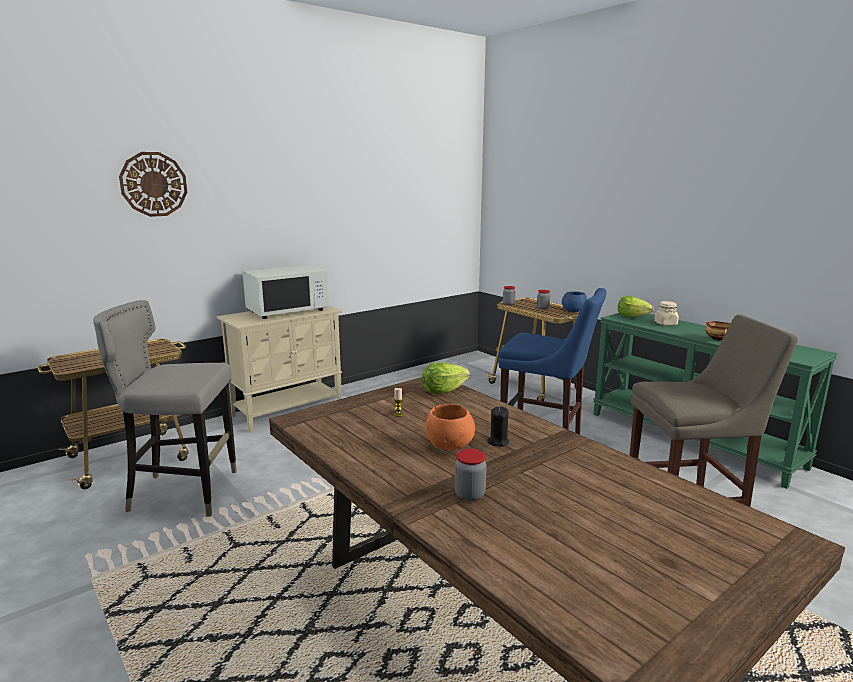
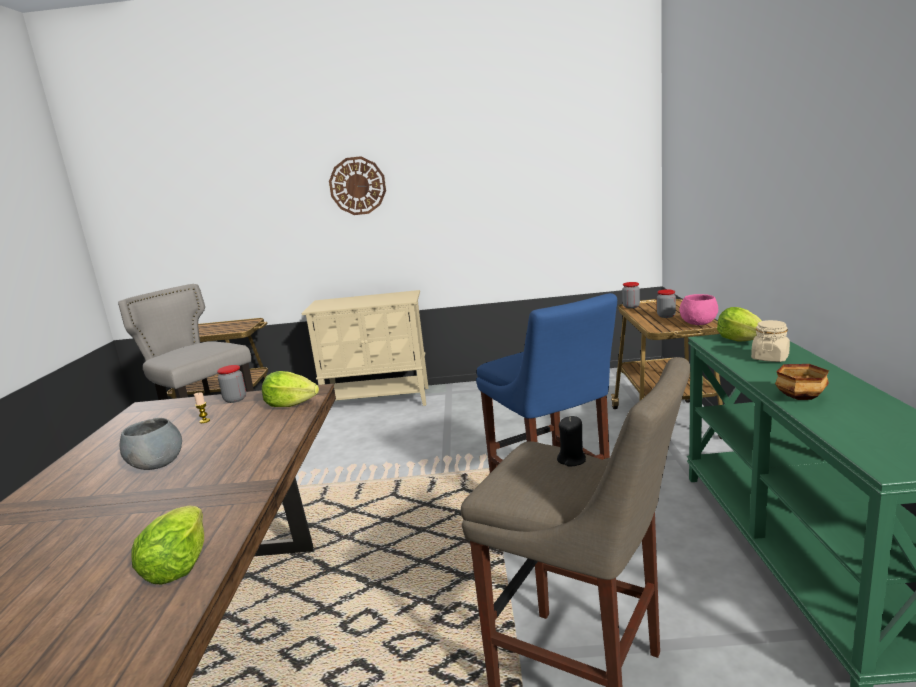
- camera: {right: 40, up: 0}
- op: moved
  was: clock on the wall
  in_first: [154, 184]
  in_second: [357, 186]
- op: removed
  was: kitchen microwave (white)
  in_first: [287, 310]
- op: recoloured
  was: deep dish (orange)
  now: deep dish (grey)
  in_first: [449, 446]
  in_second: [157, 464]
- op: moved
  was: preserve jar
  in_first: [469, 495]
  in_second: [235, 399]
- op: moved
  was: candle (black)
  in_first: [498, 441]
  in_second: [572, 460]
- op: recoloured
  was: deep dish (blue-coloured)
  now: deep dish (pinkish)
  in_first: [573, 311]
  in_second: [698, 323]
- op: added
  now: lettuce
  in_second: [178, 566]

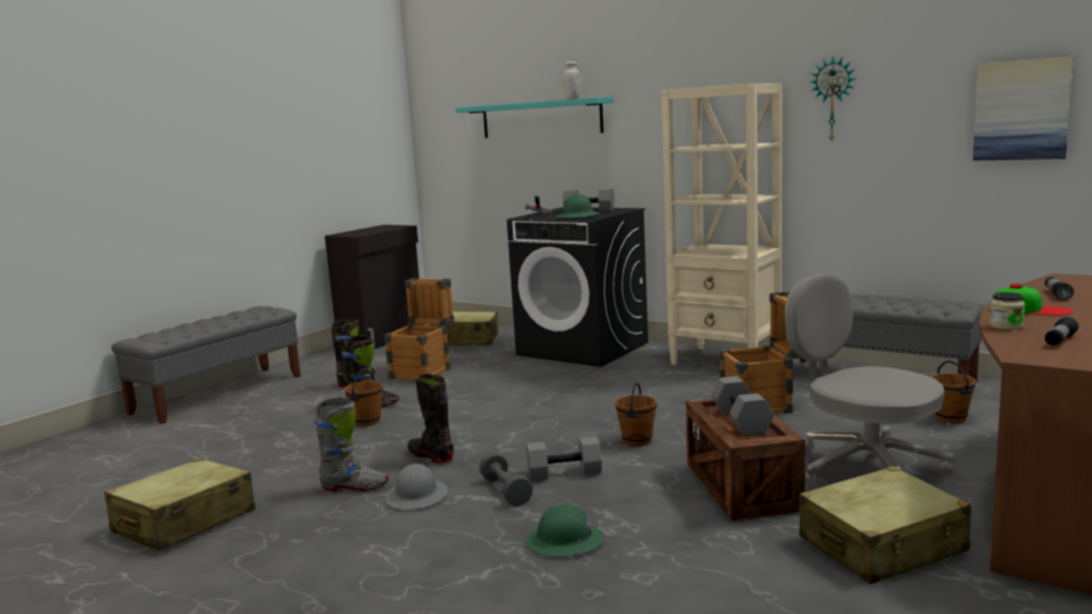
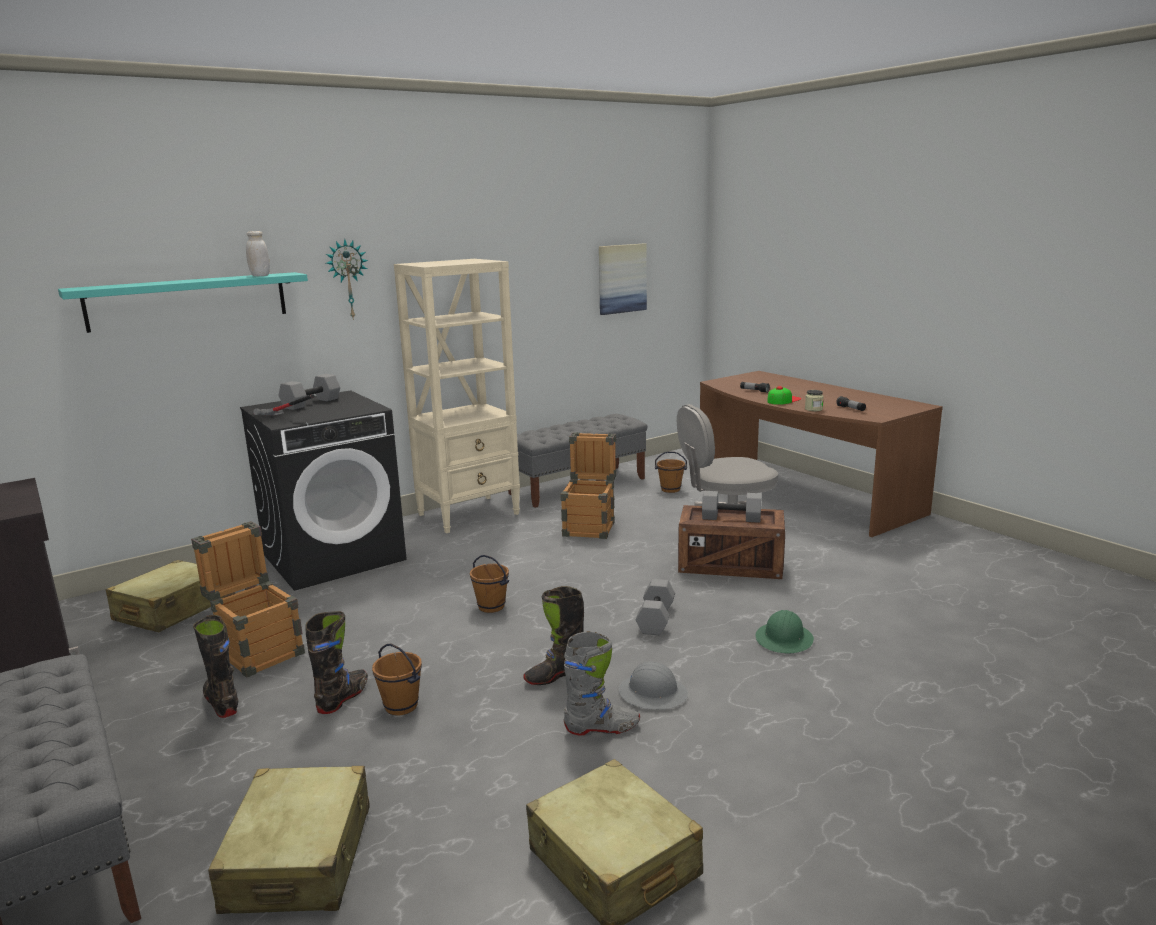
- camera: {right: -70, up: 5}
- op: turned
  was: boot (grey)
  in_first: [354, 487]
  in_second: [602, 728]
  clockwise: 60
- op: removed
  was: dumbbell (grey)
  in_first: [506, 491]
- op: removed
  was: safety helmet (greenish)
  in_first: [578, 216]
- op: moved
  was: water bucket (brownish)
  in_first: [638, 441]
  in_second: [492, 606]
- op: moved
  was: suitcase (beige)
  in_first: [882, 545]
  in_second: [300, 858]
- op: moved
  was: clock on the wall
  in_first: [833, 99]
  in_second: [347, 279]

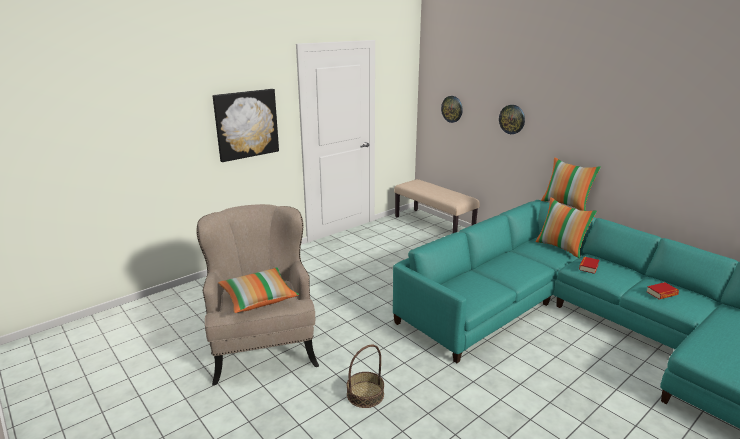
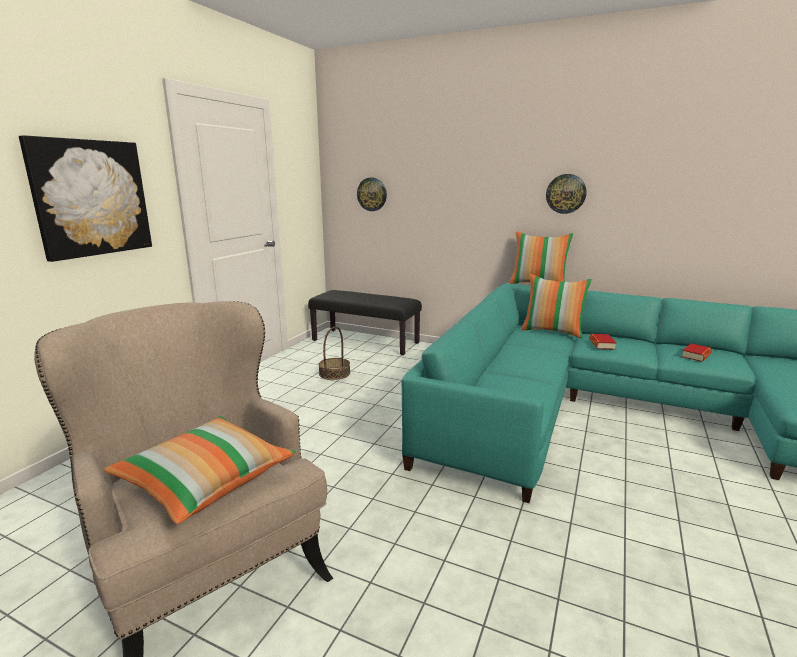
- camera: {right: -25, up: -5}
- op: moved
  was: storage basket
  in_first: [365, 394]
  in_second: [334, 373]
- op: recoloured
  was: bench (beige)
  now: bench (black)
  in_first: [434, 225]
  in_second: [366, 341]
- op: moved
  was: clock on the wall
  in_first: [512, 119]
  in_second: [566, 193]

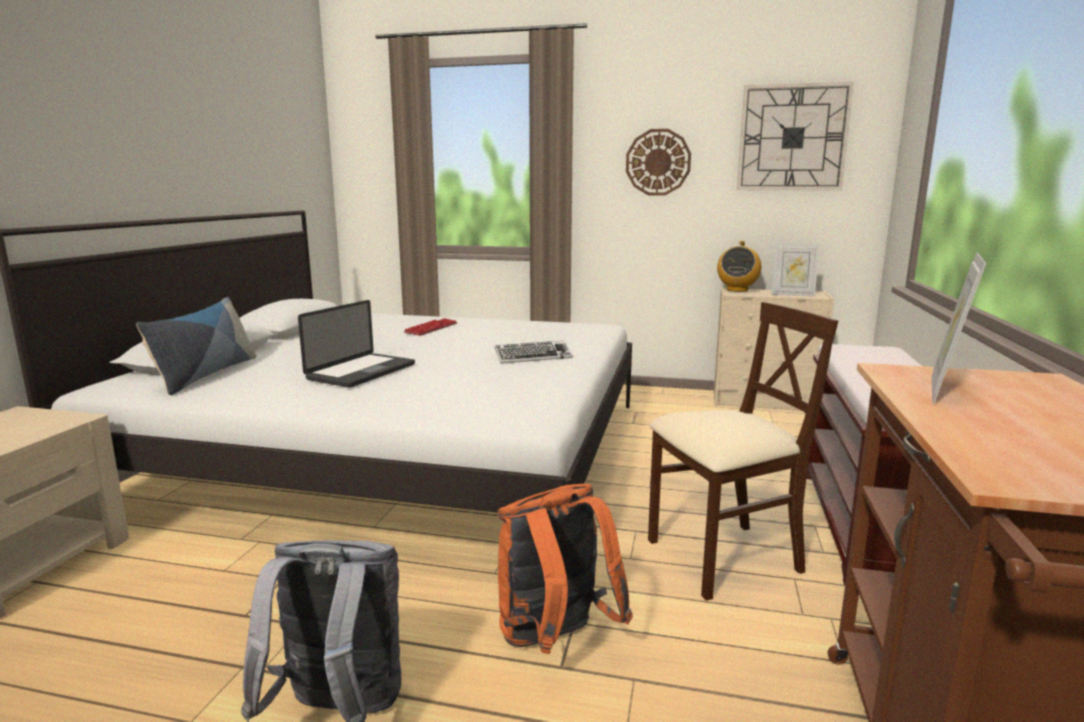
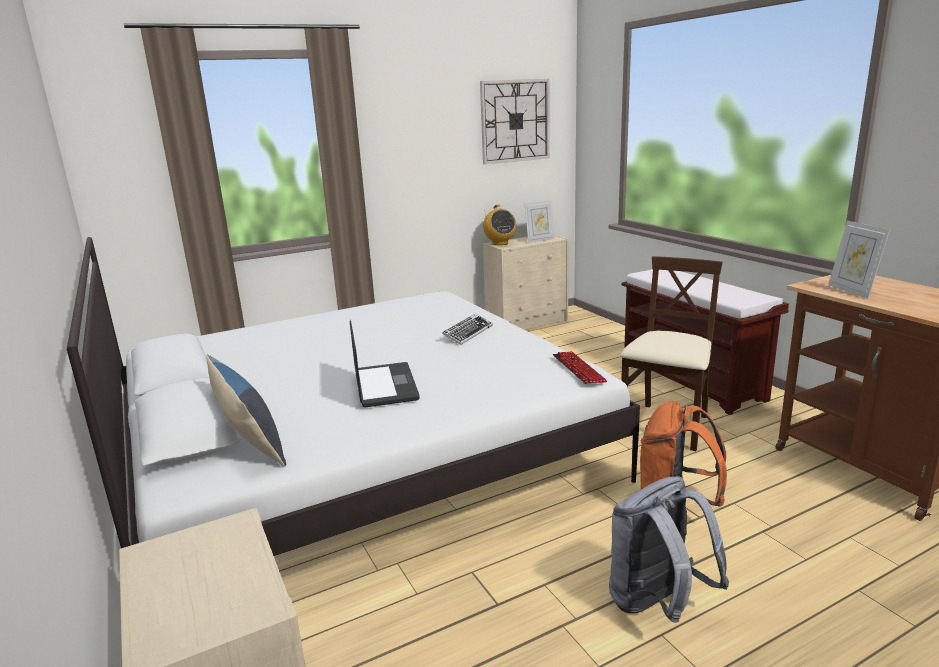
- camera: {right: -40, up: 5}
- op: moved
  was: PC keyboard
  in_first: [431, 328]
  in_second: [578, 369]
- op: removed
  was: clock on the wall
  in_first: [658, 162]

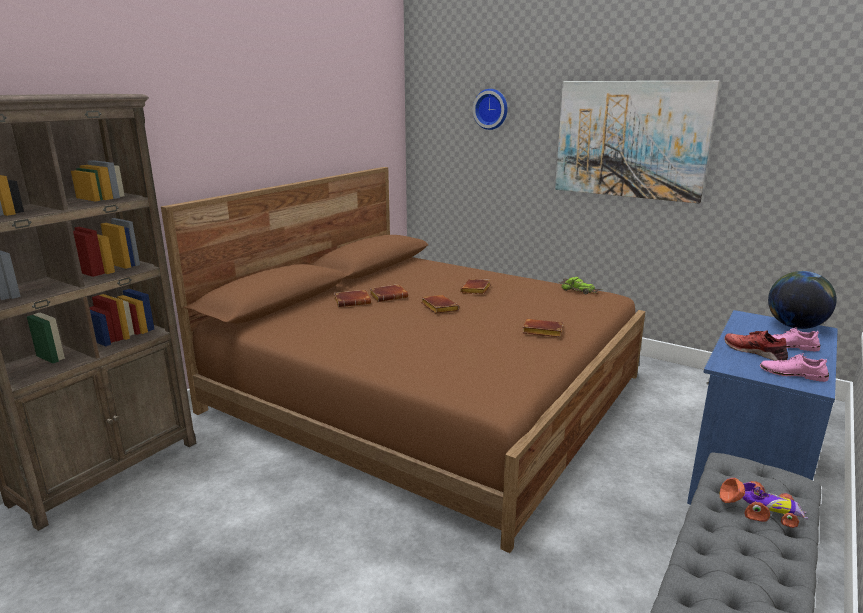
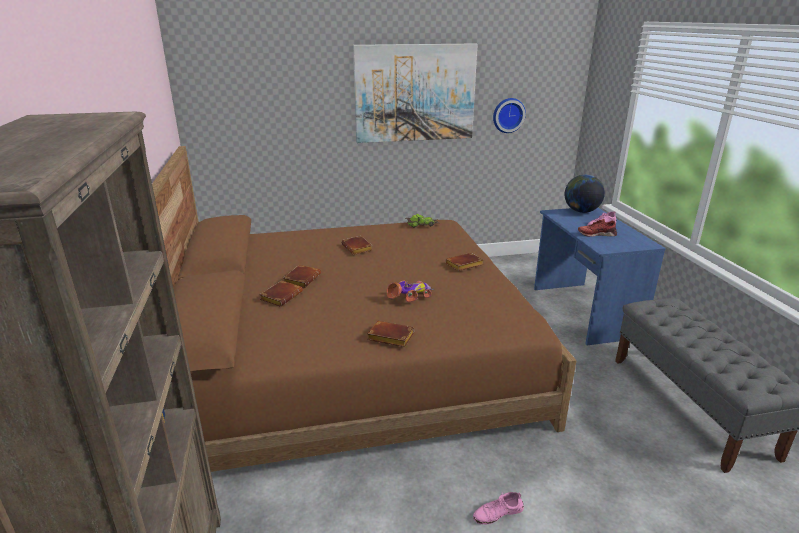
- camera: {right: -45, up: 5}
- op: moved
  was: volume (brownish)
  in_first: [438, 307]
  in_second: [389, 338]
- op: moved
  was: clock on the wall
  in_first: [491, 109]
  in_second: [508, 115]
- op: moved
  was: toy car
  in_first: [761, 510]
  in_second: [410, 295]
- op: moved
  was: shoe (pinkish)
  in_first: [792, 374]
  in_second: [497, 513]

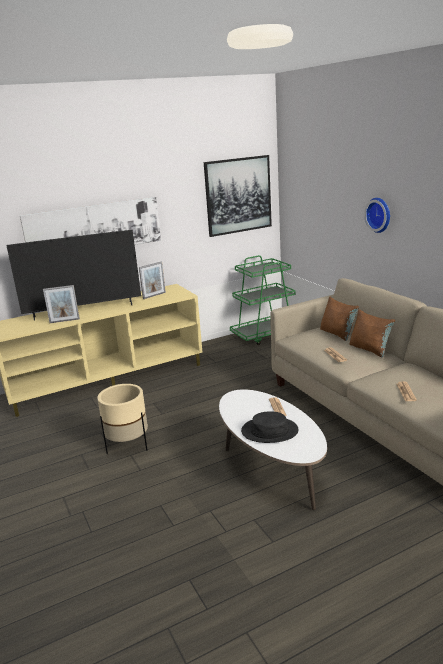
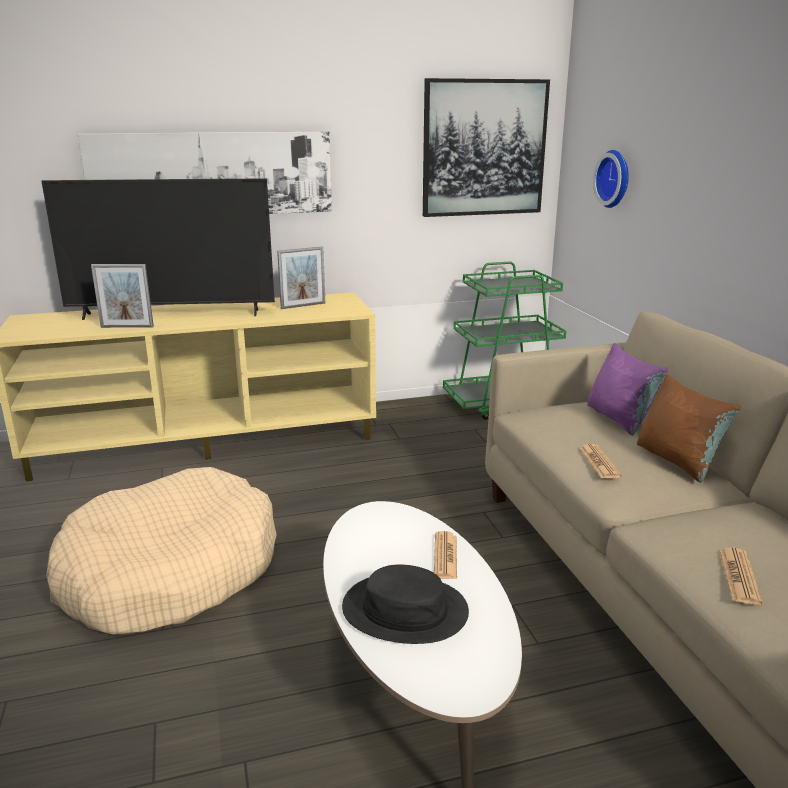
- camera: {right: 10, up: 0}
- op: replaced
  was: planter (beige)
  now: dog bed (beige)
  in_first: [128, 445]
  in_second: [170, 572]
- op: recoloured
  was: pillow (brownish)
  now: pillow (purple)
  in_first: [337, 334]
  in_second: [619, 419]
- op: moved
  was: clock on the wall
  in_first: [379, 214]
  in_second: [615, 179]

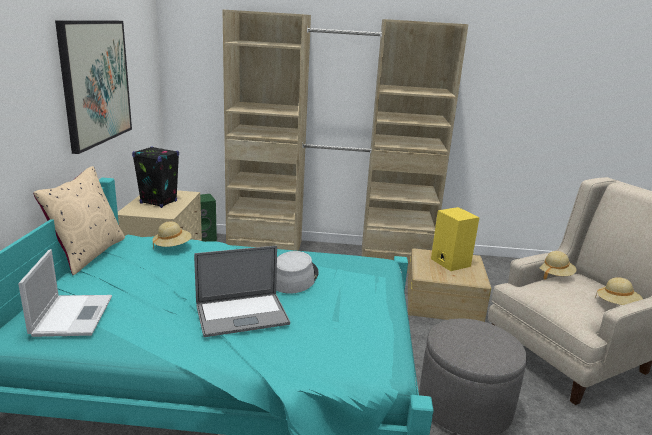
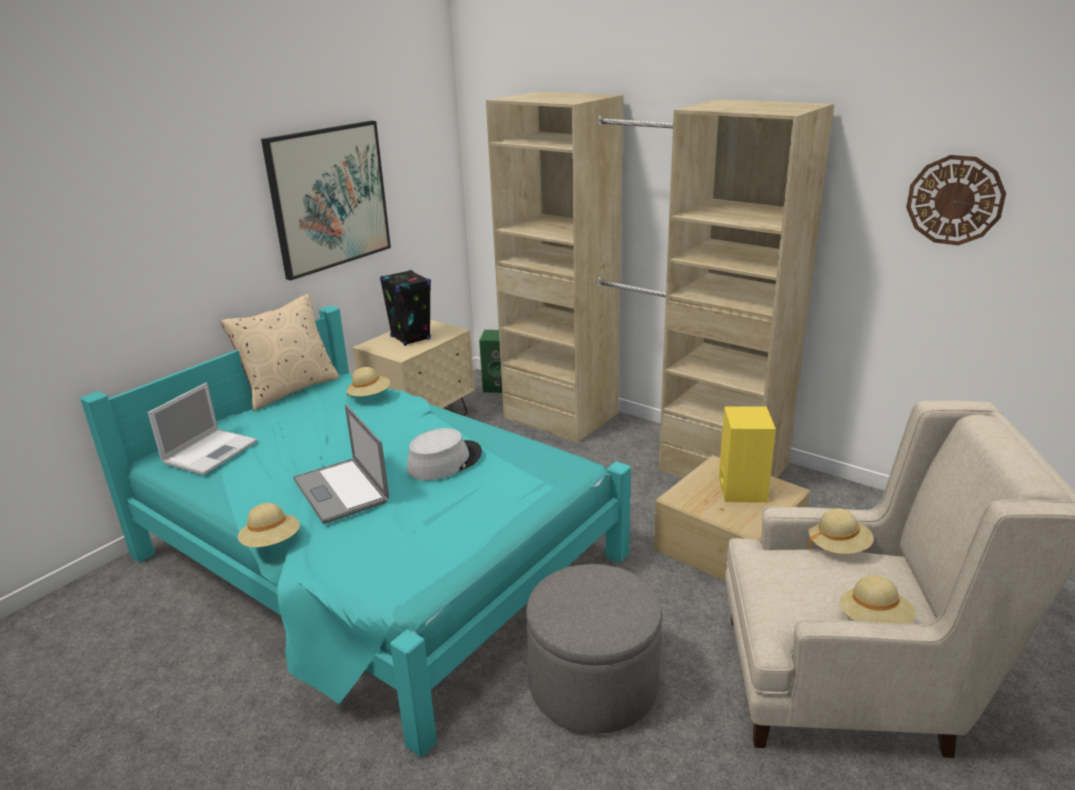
- camera: {right: 35, up: 5}
- op: turned
  was: laptop
  in_first: [242, 315]
  in_second: [340, 490]
  clockwise: 45
- op: added
  now: hat (beige)
  in_second: [272, 542]
- op: added
  now: clock on the wall
  in_second: [954, 200]

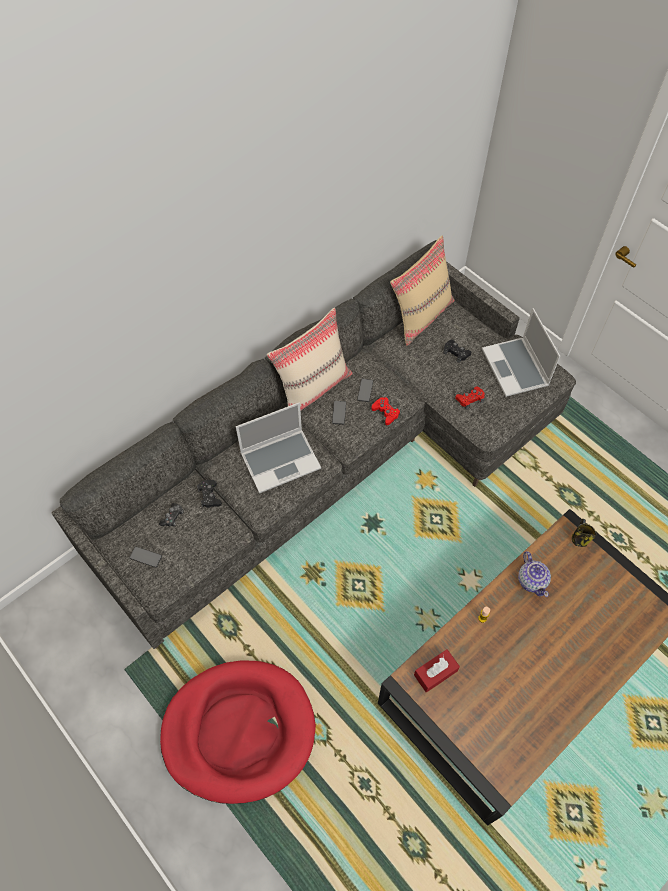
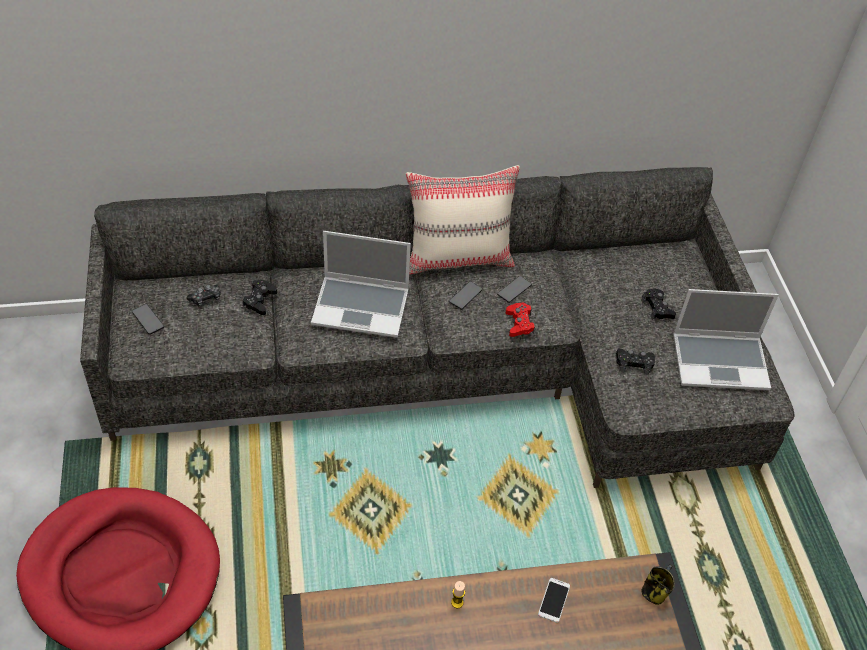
- camera: {right: 30, up: -10}
- op: removed
  was: pillow (beige)
  in_first: [421, 316]
- op: removed
  was: box of tissues (reddish)
  in_first: [435, 673]
- op: recoloured
  was: joypad (reddish)
  now: joypad (black)
  in_first: [470, 399]
  in_second: [634, 363]
- op: turned
  was: laptop
  in_first: [516, 368]
  in_second: [720, 361]
  clockwise: -105
- op: replaced
  was: tea pot
  now: phone
  in_first: [532, 580]
  in_second: [554, 600]

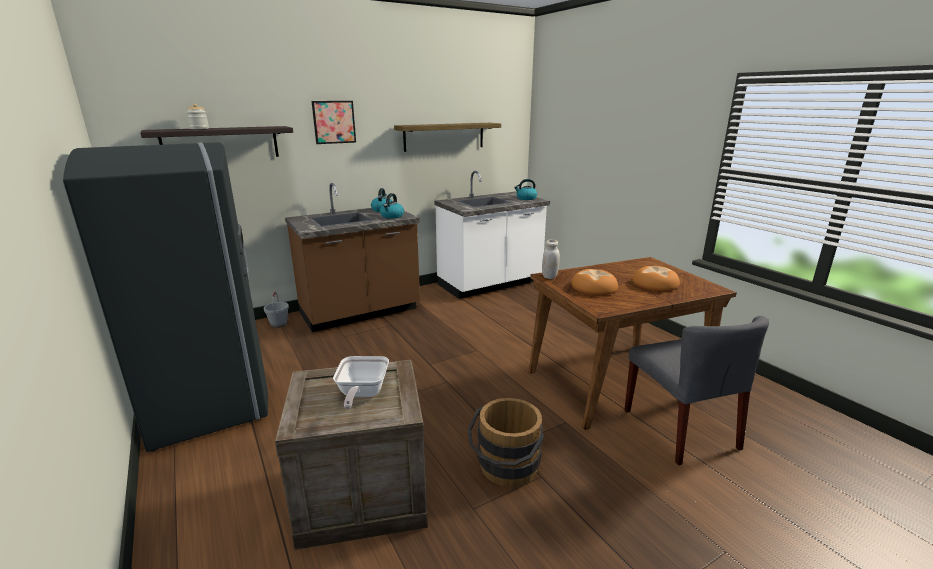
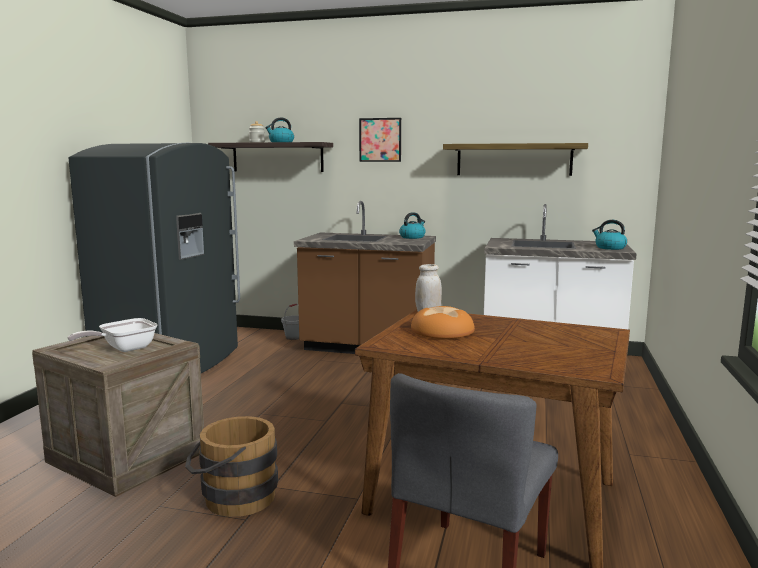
- camera: {right: 45, up: -10}
- op: moved
  was: tea kettle
  in_first: [392, 216]
  in_second: [281, 142]
- op: removed
  was: baked bread
  in_first: [655, 283]

